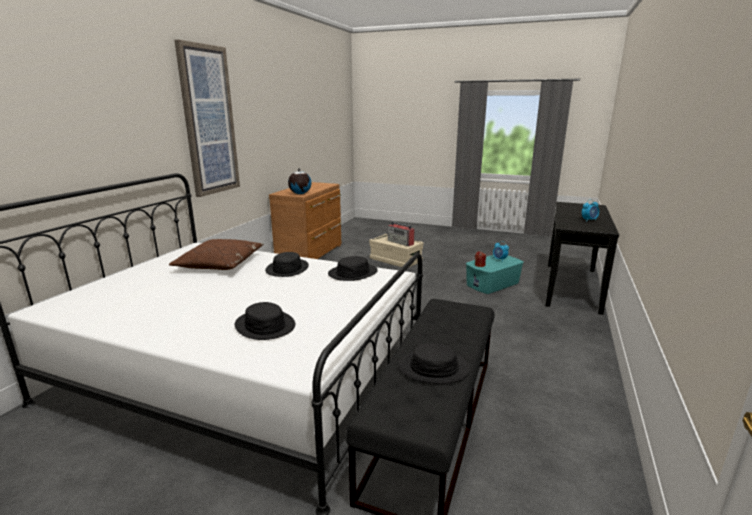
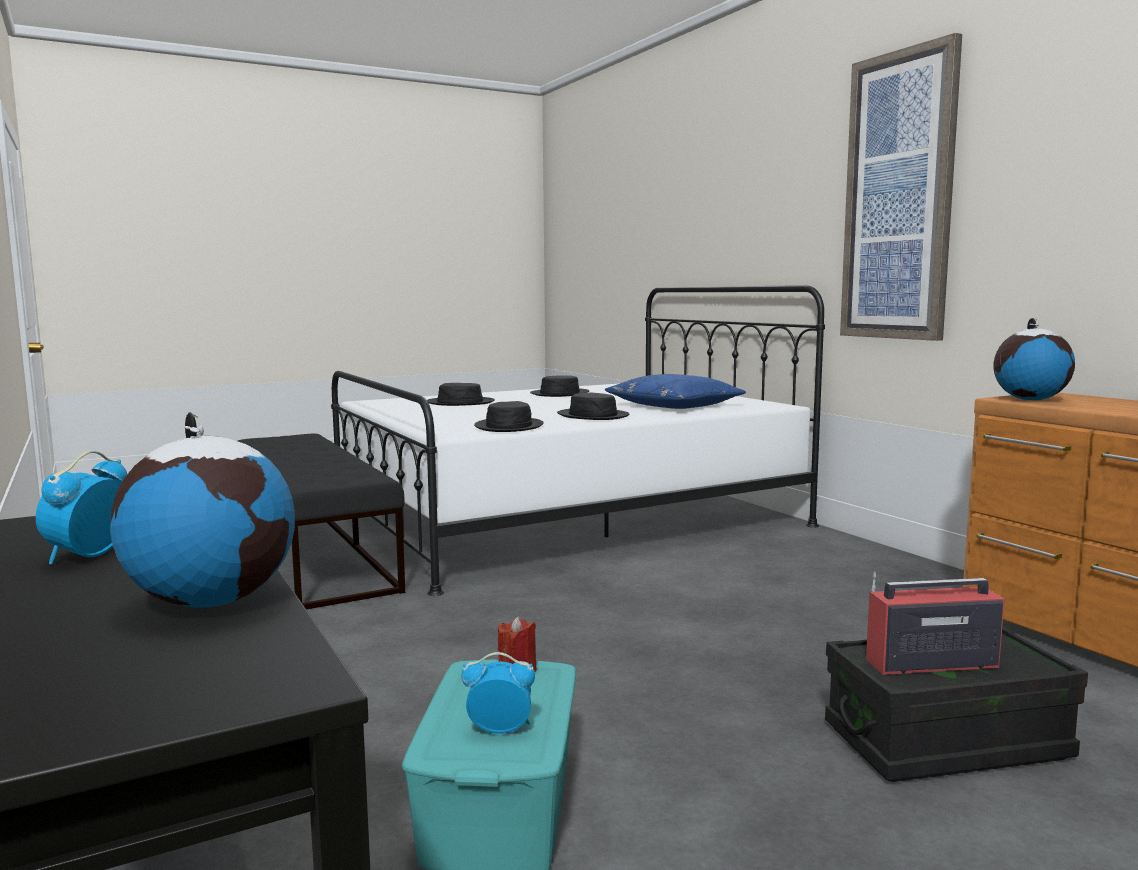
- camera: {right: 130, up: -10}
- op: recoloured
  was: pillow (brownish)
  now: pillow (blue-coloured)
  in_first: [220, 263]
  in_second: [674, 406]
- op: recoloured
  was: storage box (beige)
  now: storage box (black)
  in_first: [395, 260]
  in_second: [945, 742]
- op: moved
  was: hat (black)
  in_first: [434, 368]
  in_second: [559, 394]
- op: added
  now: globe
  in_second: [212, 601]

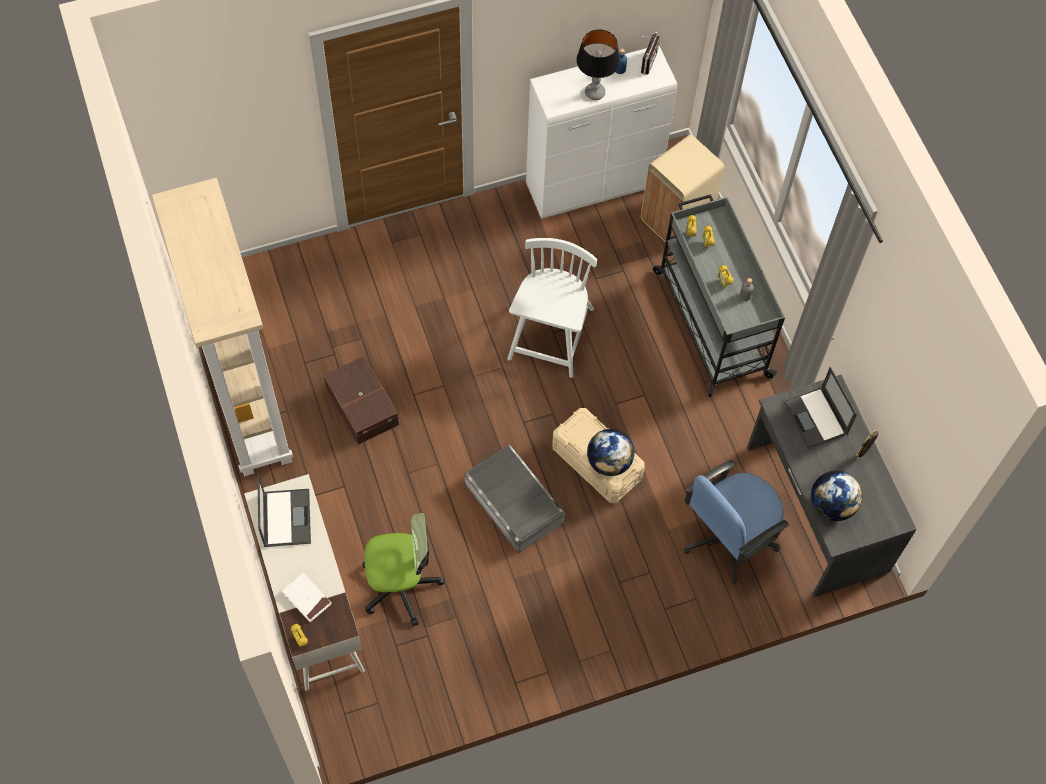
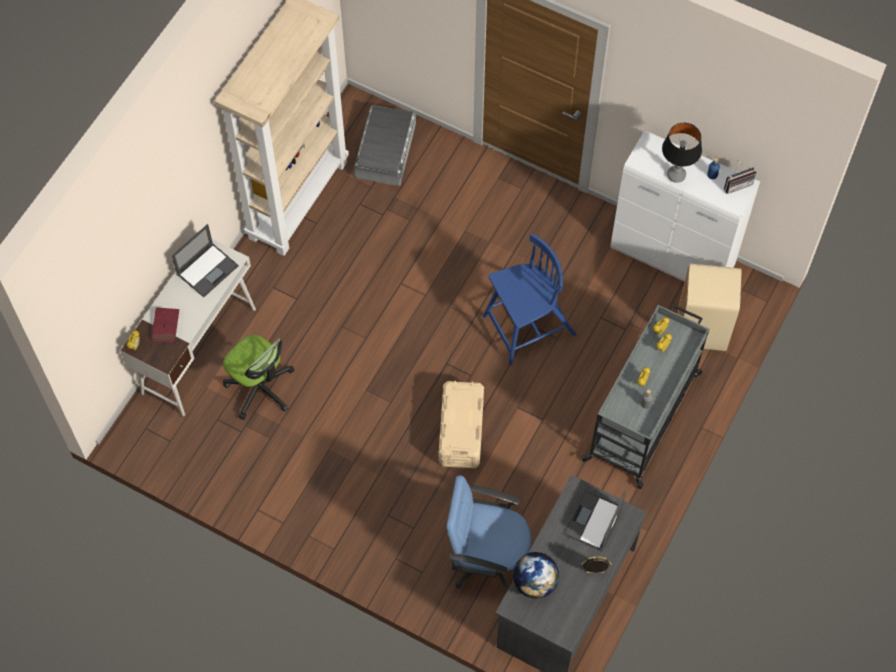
- camera: {right: 50, up: 0}
- op: recoloured
  was: volume (white)
  now: volume (reddish)
  in_first: [307, 598]
  in_second: [165, 326]
- op: removed
  was: storage box (brownish)
  in_first: [363, 404]
- op: moved
  was: storage box (grey)
  in_first: [513, 502]
  in_second: [385, 150]
- op: recoloured
  was: plain chair (white)
  now: plain chair (blue-coloured)
  in_first: [551, 336]
  in_second: [528, 327]
- op: removed
  was: globe
  in_first: [609, 462]

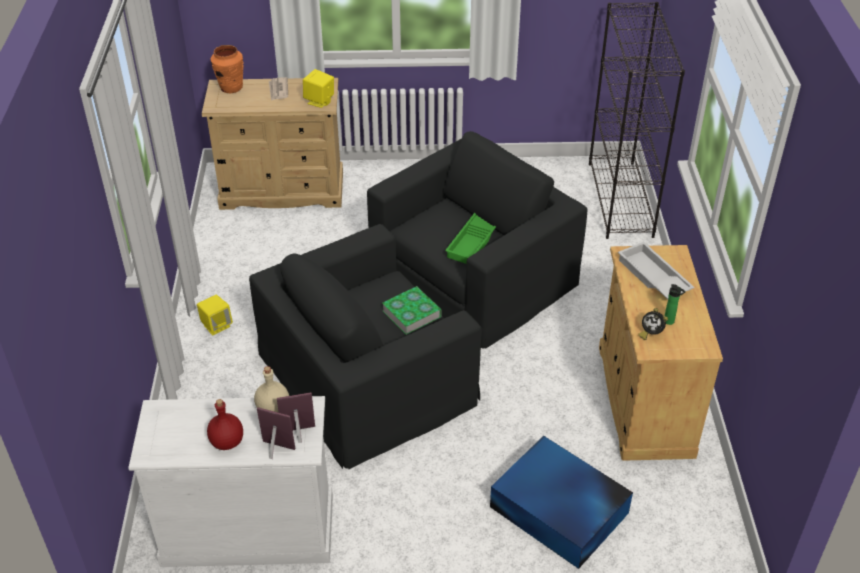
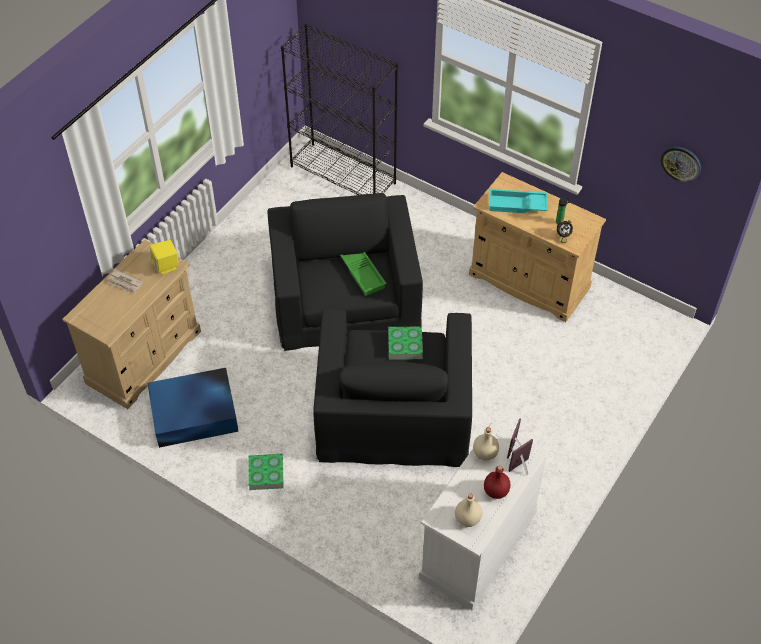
- camera: {right: -55, up: 10}
- op: replaced
  was: speaker (yellowish)
  now: volume
  in_first: [216, 326]
  in_second: [266, 473]
- op: removed
  was: decorative vase (orange)
  in_first: [231, 88]
- op: moved
  was: storage box (blue-coloured)
  in_first: [560, 511]
  in_second: [195, 414]
- op: recoloured
  was: tray (white)
  now: tray (turquoise)
  in_first: [652, 277]
  in_second: [517, 205]
- op: added
  now: drink bottle (beige)
  in_second: [467, 518]
- op: added
  now: clock on the wall
  in_second: [681, 163]

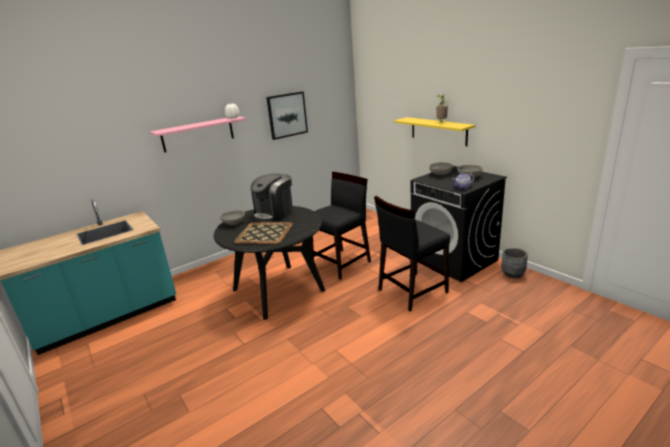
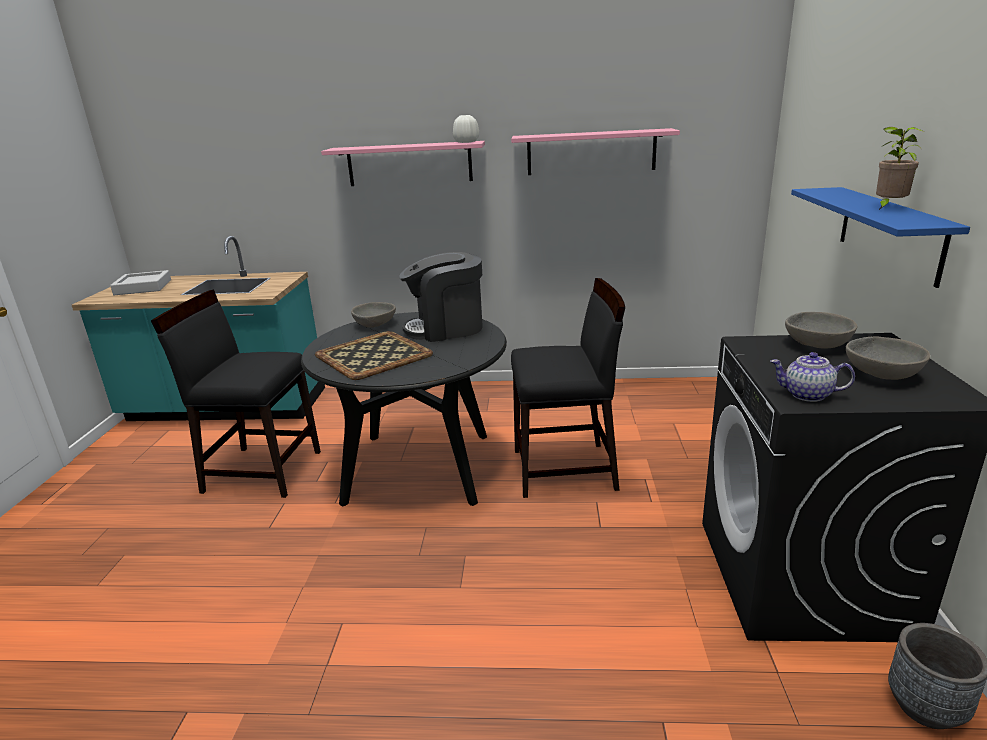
- camera: {right: 40, up: 0}
- op: replaced
  was: wall art
  now: wall shelf (pinkish)
  in_first: [287, 115]
  in_second: [591, 152]
- op: moved
  was: plain chair (black)
  in_first: [411, 291]
  in_second: [262, 471]
- op: recoloured
  was: wall shelf (yellowish)
  now: wall shelf (blue-coloured)
  in_first: [438, 131]
  in_second: [889, 232]
- op: added
  now: tray (grey)
  in_second: [143, 287]

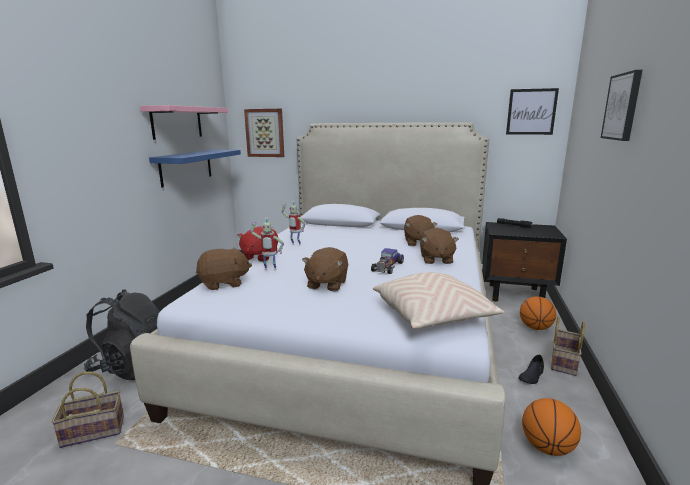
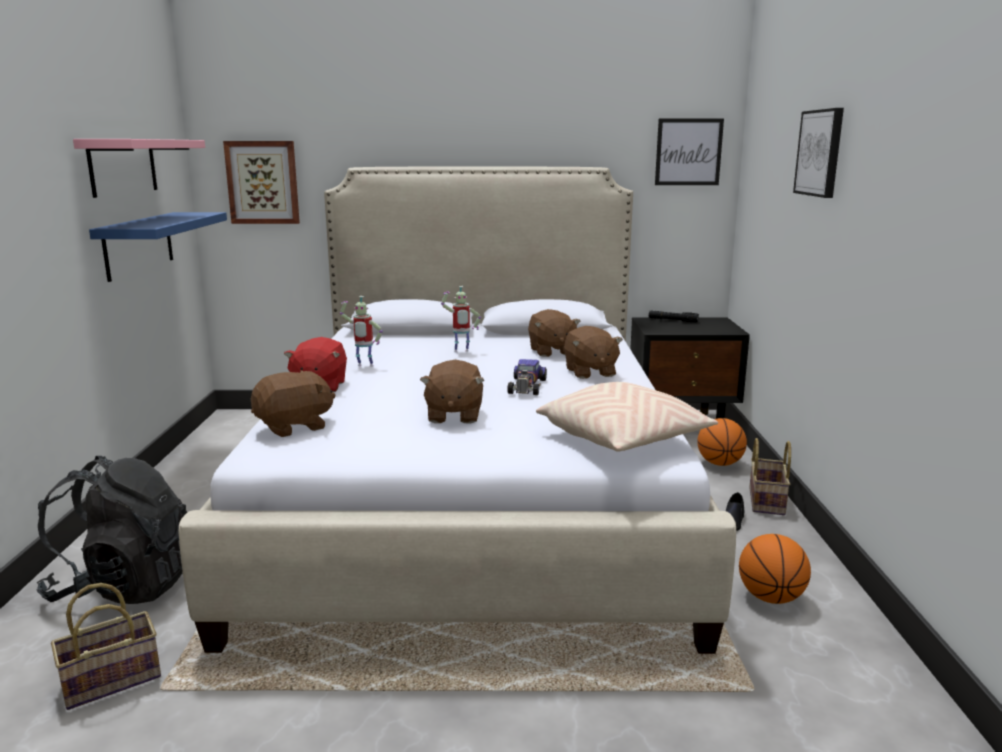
- camera: {right: -15, up: 0}
- op: moved
  was: toy robot
  in_first: [269, 270]
  in_second: [461, 352]

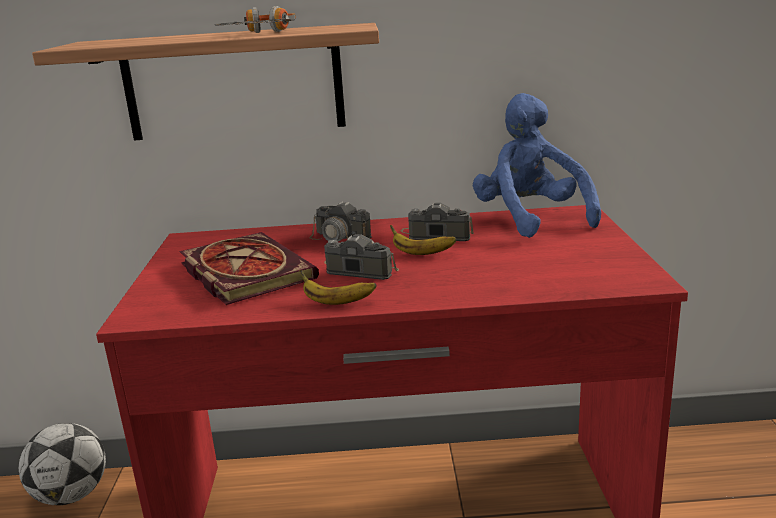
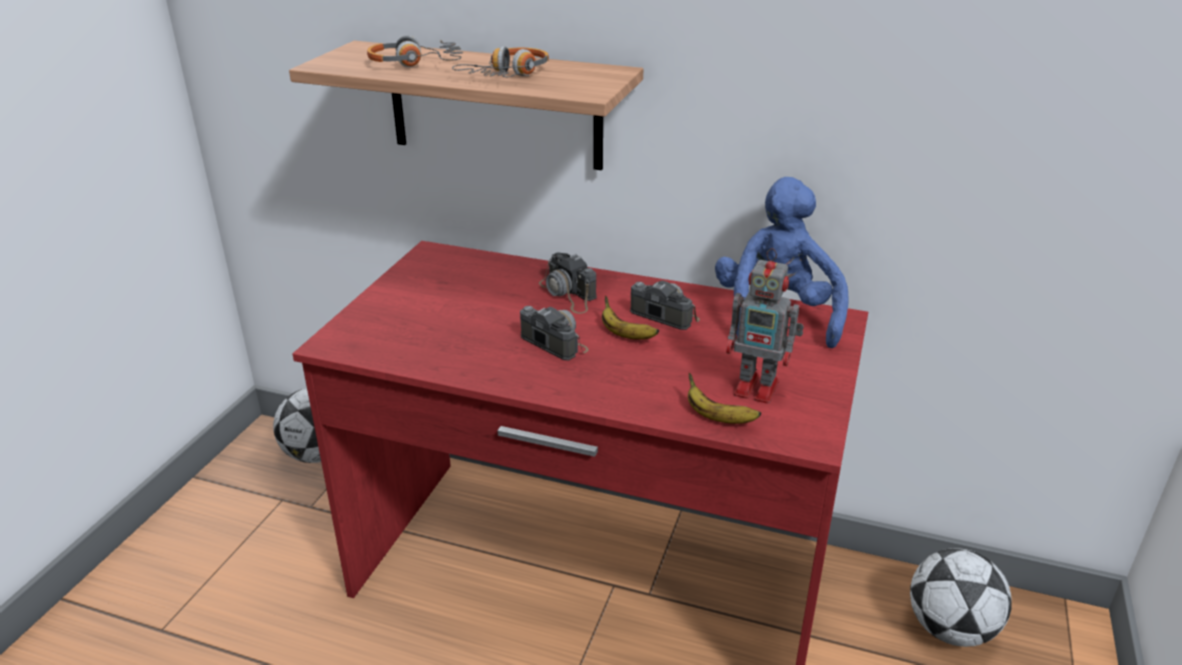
- camera: {right: 20, up: 10}
- op: removed
  was: volume
  in_first: [242, 272]
- op: moved
  was: banana
  in_first: [336, 302]
  in_second: [717, 417]
- op: added
  now: headphones
  in_second: [416, 63]
- op: added
  now: toy robot
  in_second: [759, 388]
- op: added
  now: ball for football
  in_second: [950, 629]

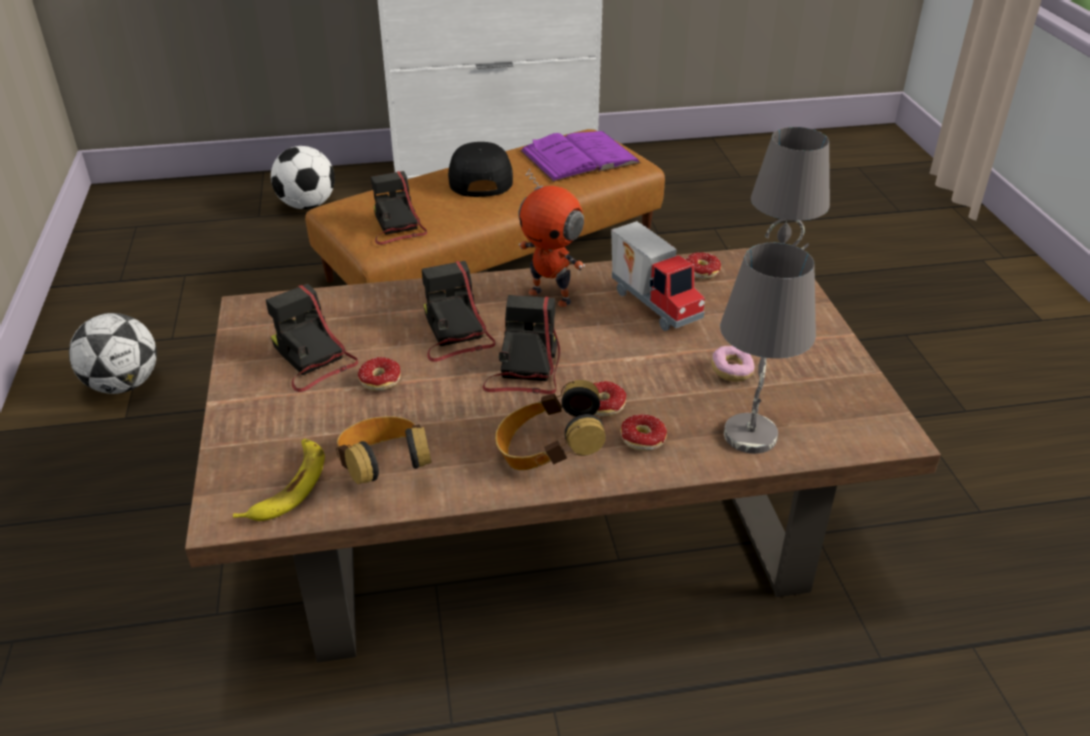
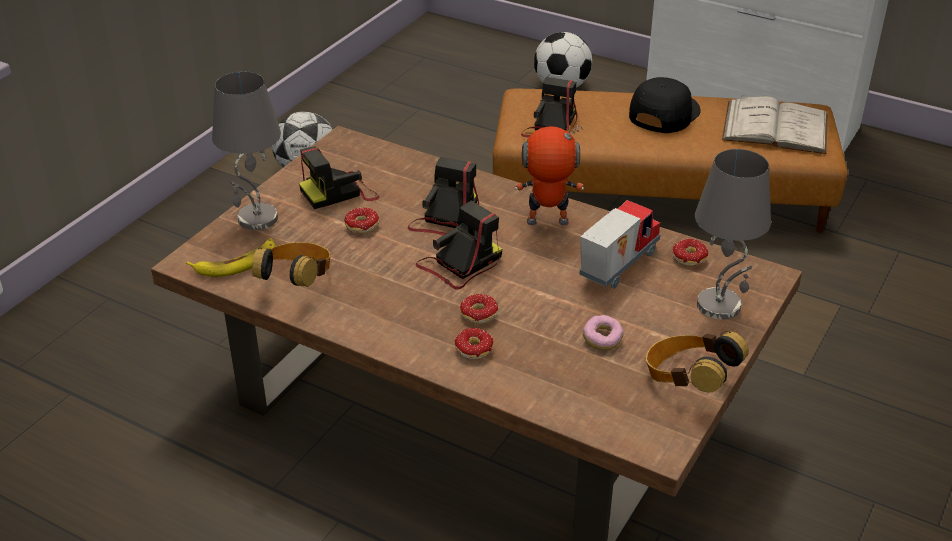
- camera: {right: 40, up: 0}
- op: turned
  was: still camera
  in_first: [312, 360]
  in_second: [339, 193]
  clockwise: -120
- op: moved
  was: headphones
  in_first: [548, 454]
  in_second: [688, 380]
- op: turned
  was: toy robot
  in_first: [551, 296]
  in_second: [547, 222]
  clockwise: 105
- op: recoloured
  was: volume (purple)
  now: volume (white)
  in_first: [579, 157]
  in_second: [775, 127]
- op: turned
  was: model truck
  in_first: [656, 304]
  in_second: [616, 265]
  clockwise: -150
- op: moved
  was: tabletop lamp (grey)
  in_first: [751, 437]
  in_second: [257, 219]

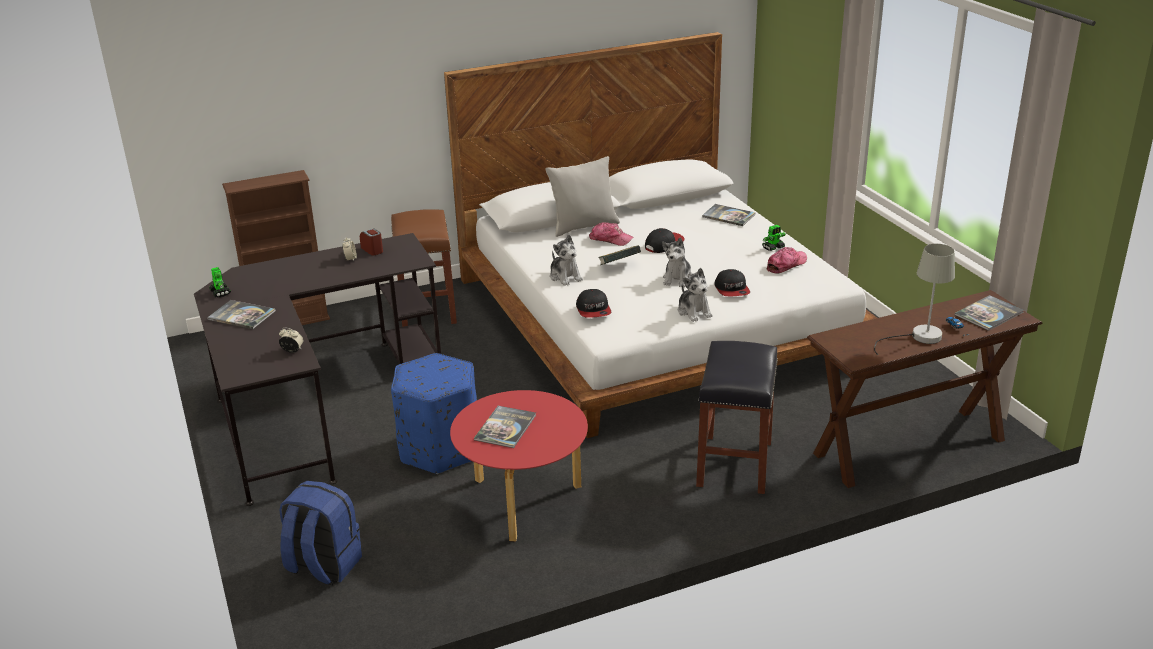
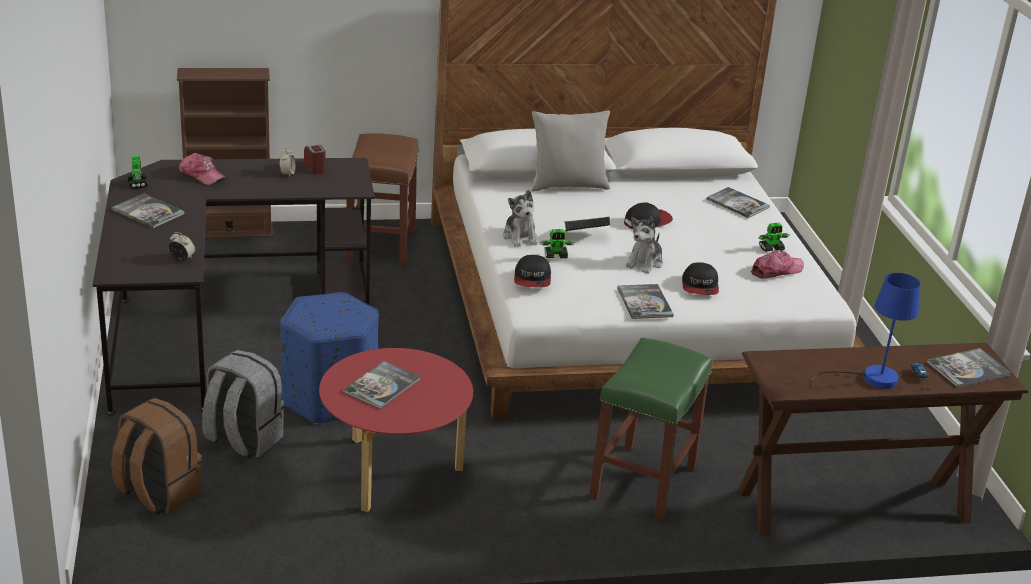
- camera: {right: 10, up: 0}
- op: recoloured
  was: rucksack (blue-coloured)
  now: rucksack (brownish)
  in_first: [323, 566]
  in_second: [157, 493]
- op: moved
  was: baseball cap
  in_first: [610, 239]
  in_second: [202, 175]
- op: replaced
  was: cuddly toy
  now: volume
  in_first: [694, 312]
  in_second: [644, 302]
- op: recoloured
  was: sitting stool (black)
  now: sitting stool (greenish)
  in_first: [735, 465]
  in_second: [643, 483]
- op: recoloured
  was: tabletop lamp (grey)
  now: tabletop lamp (blue-coloured)
  in_first: [918, 338]
  in_second: [869, 379]
- op: added
  now: rucksack (grey)
  in_second: [242, 440]
- op: added
  now: toy robot
  in_second: [556, 255]

